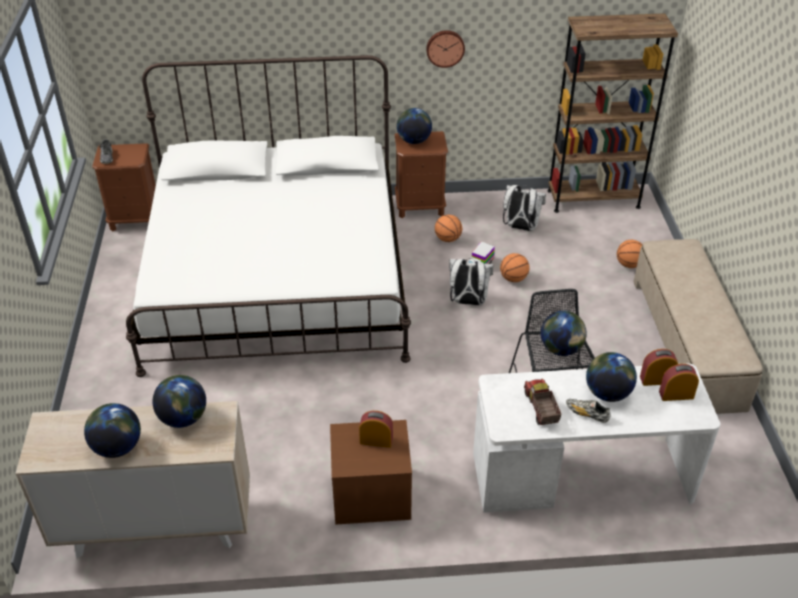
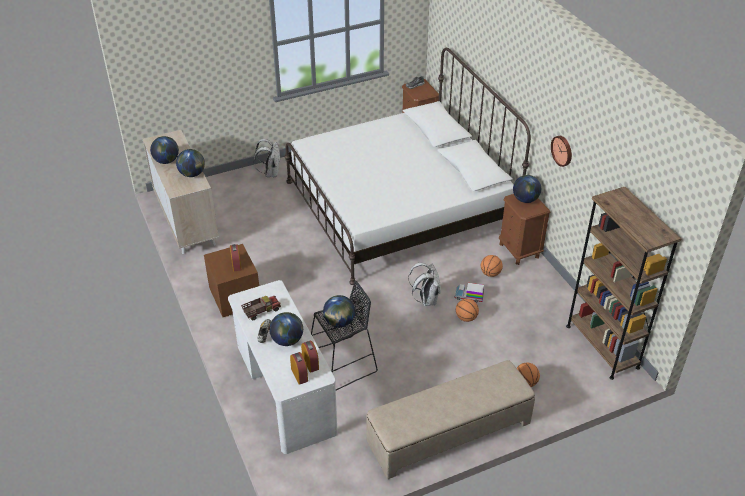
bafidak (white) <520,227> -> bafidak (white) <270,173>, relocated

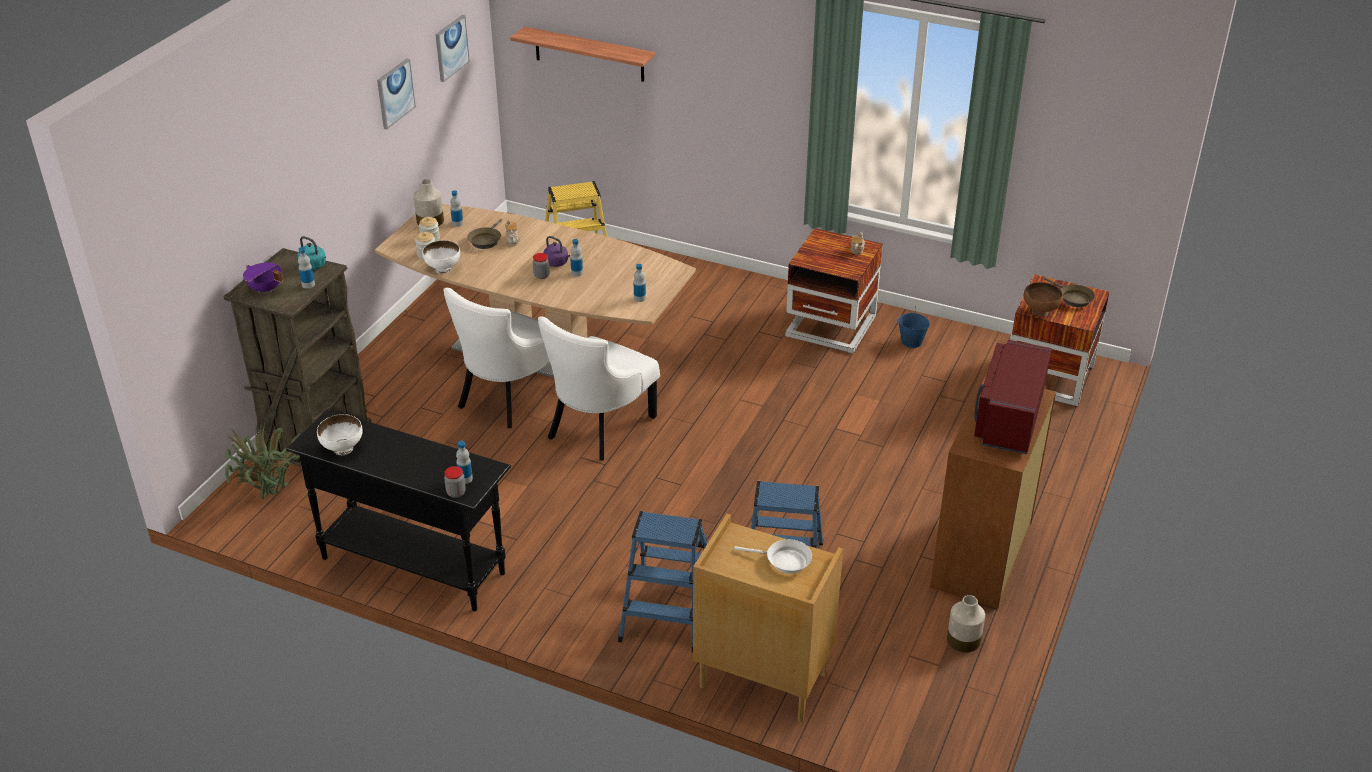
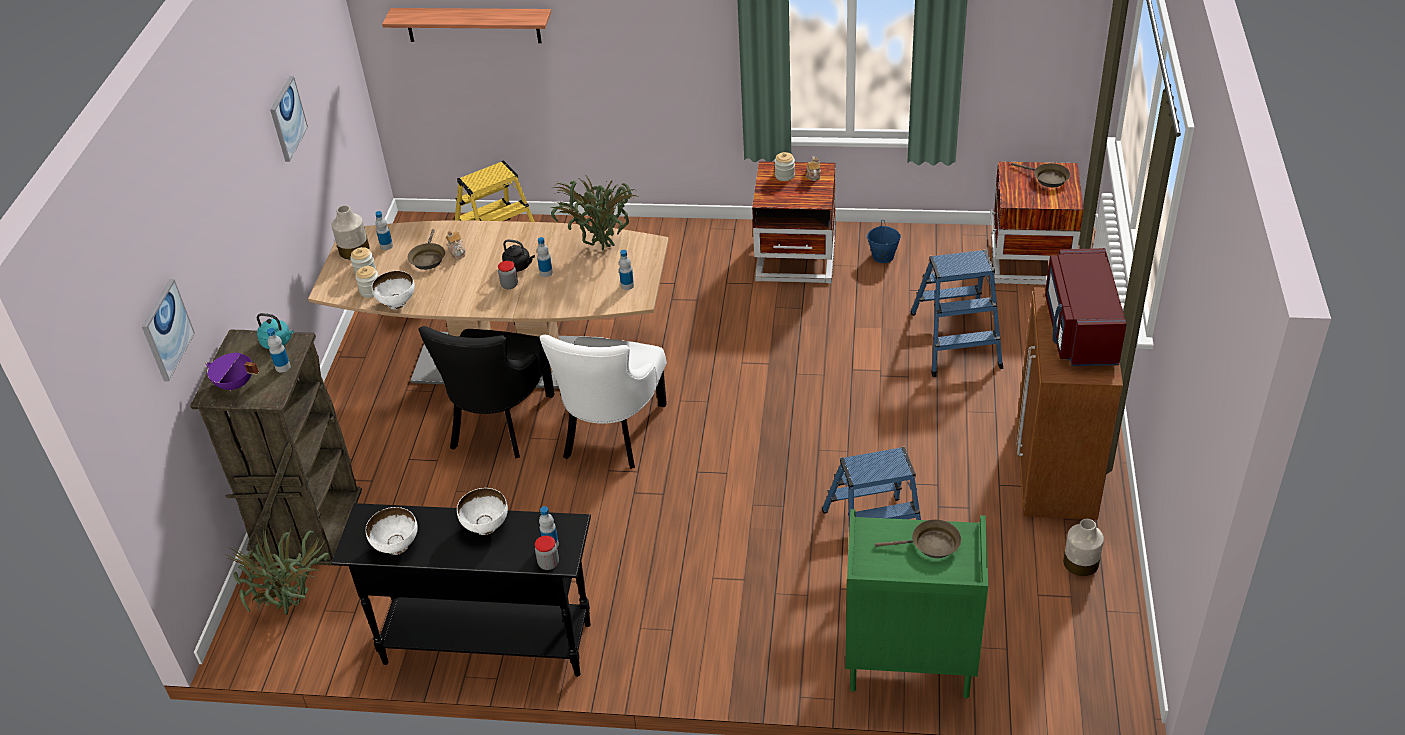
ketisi <451,48> -> ketisi <166,330>, relocated
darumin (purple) <557,263> -> darumin (black) <519,266>
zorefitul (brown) <1040,311> -> none
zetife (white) <510,395> -> zetife (black) <500,420>
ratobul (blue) <668,607> -> ratobul (blue) <955,339>, relocated
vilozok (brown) <762,679> -> vilozok (green) <908,664>
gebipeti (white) <784,561> -> gebipeti (brown) <931,545>
none -> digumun <784,175>
none -> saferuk <600,247>
none -> zorefitul (white) <486,527>

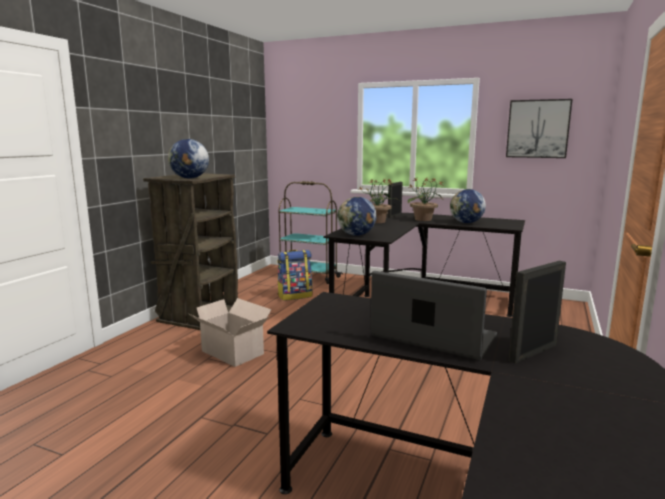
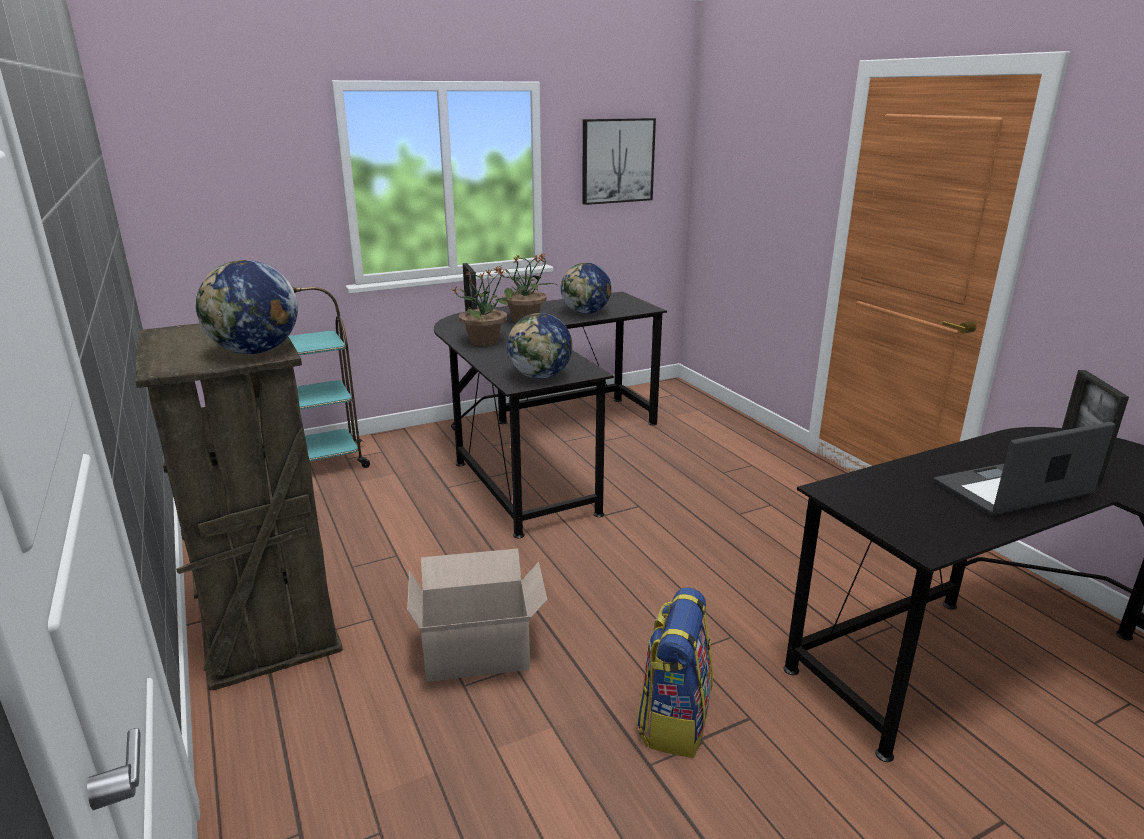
bafidak <295,296> -> bafidak <673,719>, relocated

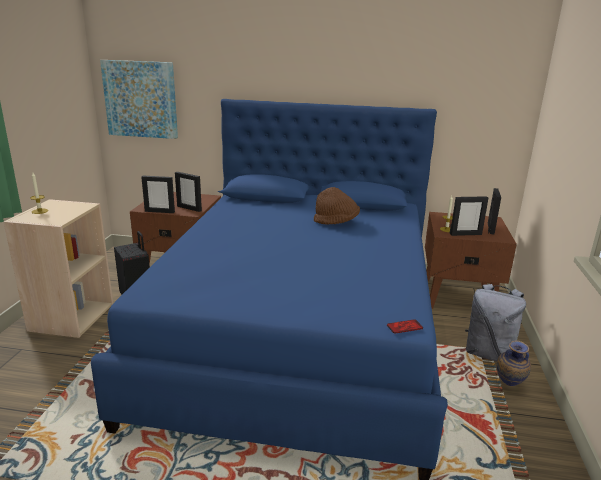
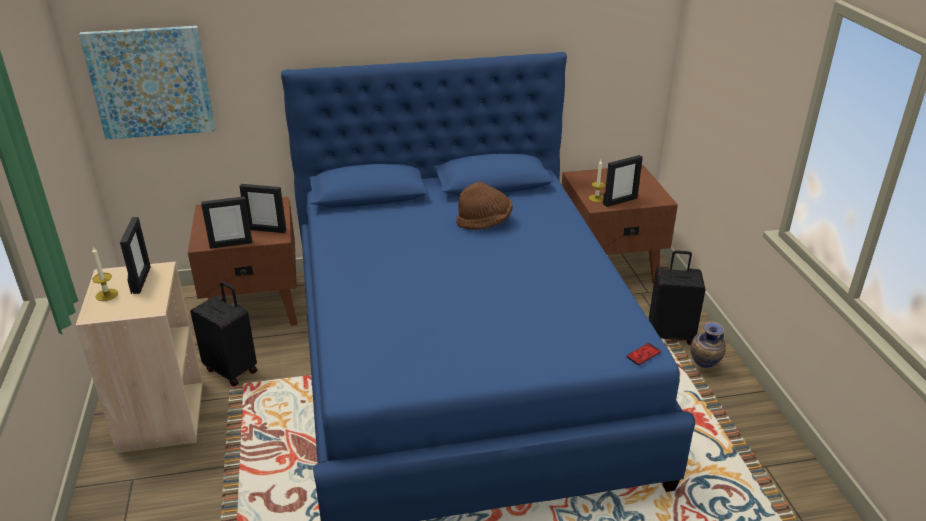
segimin <490,228> -> segimin <141,280>, relocated
bafidak (grey) <489,354> -> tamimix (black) <671,335>

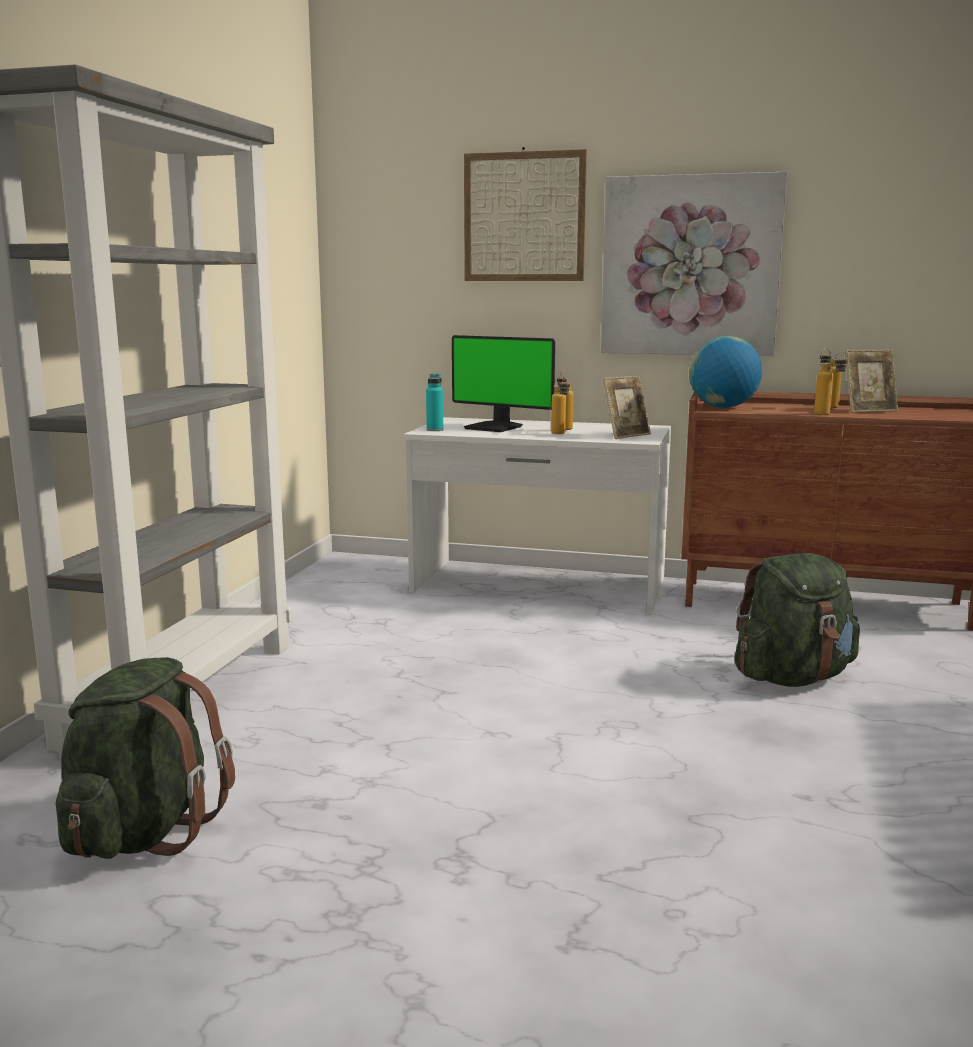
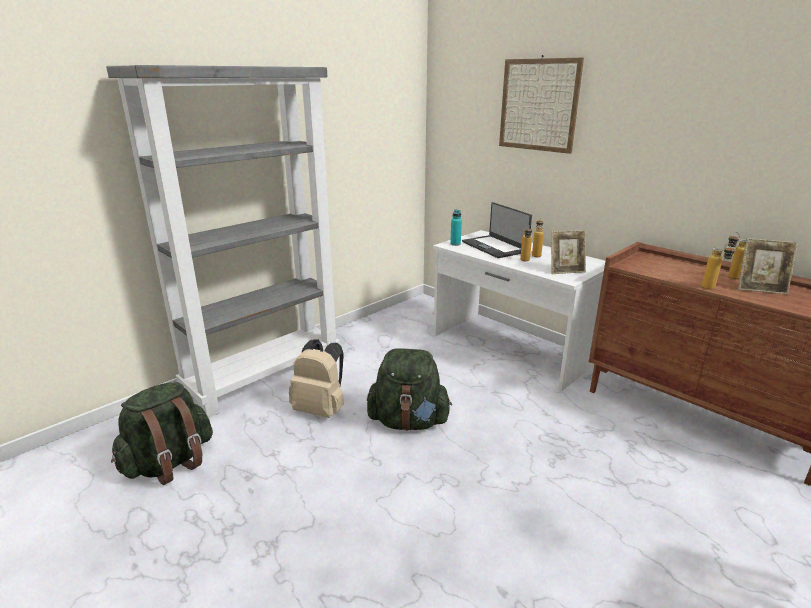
ketisi <690,266> -> none
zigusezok <495,427> -> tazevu <494,247>
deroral <722,407> -> none
bafidak (green) <793,678> -> bafidak (green) <408,421>, relocated
none -> bafidak (beige) <321,409>

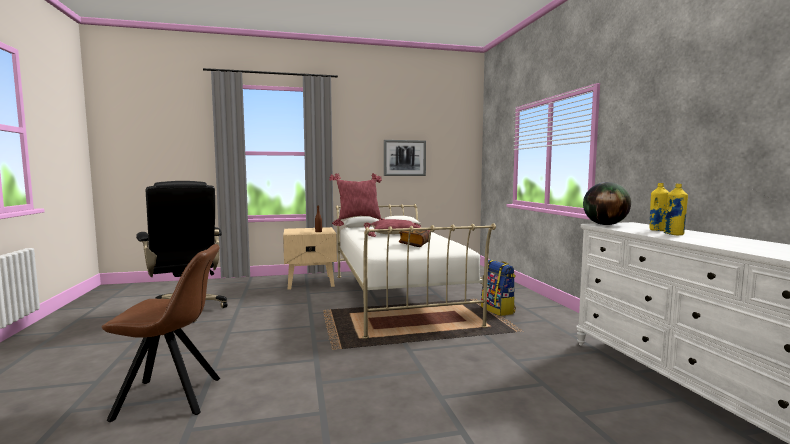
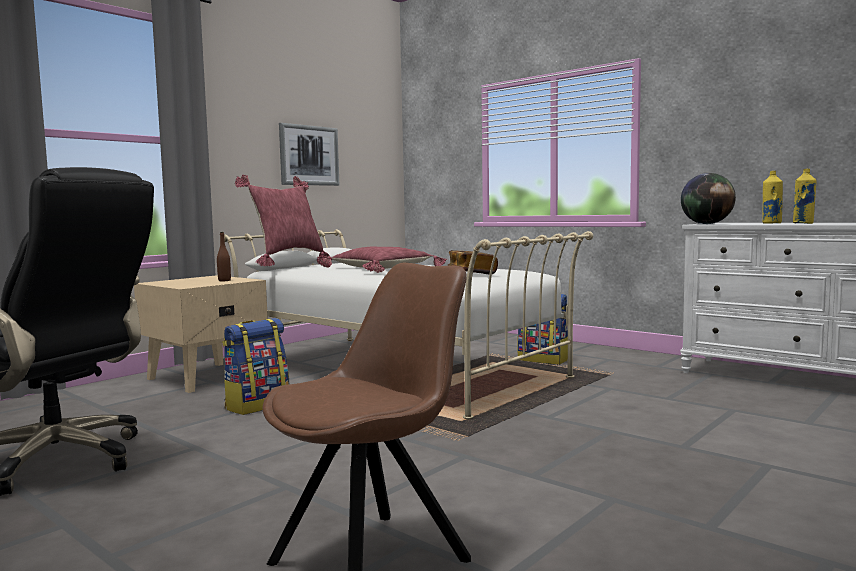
none -> bafidak <257,405>

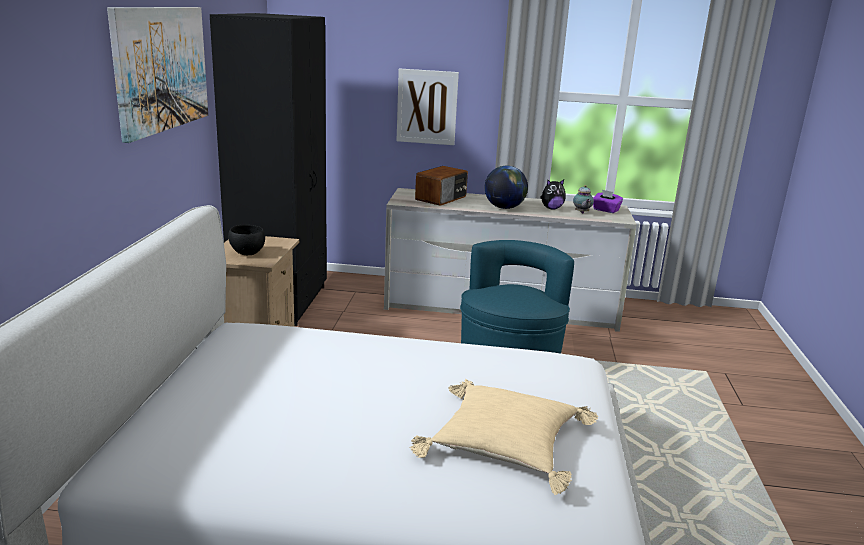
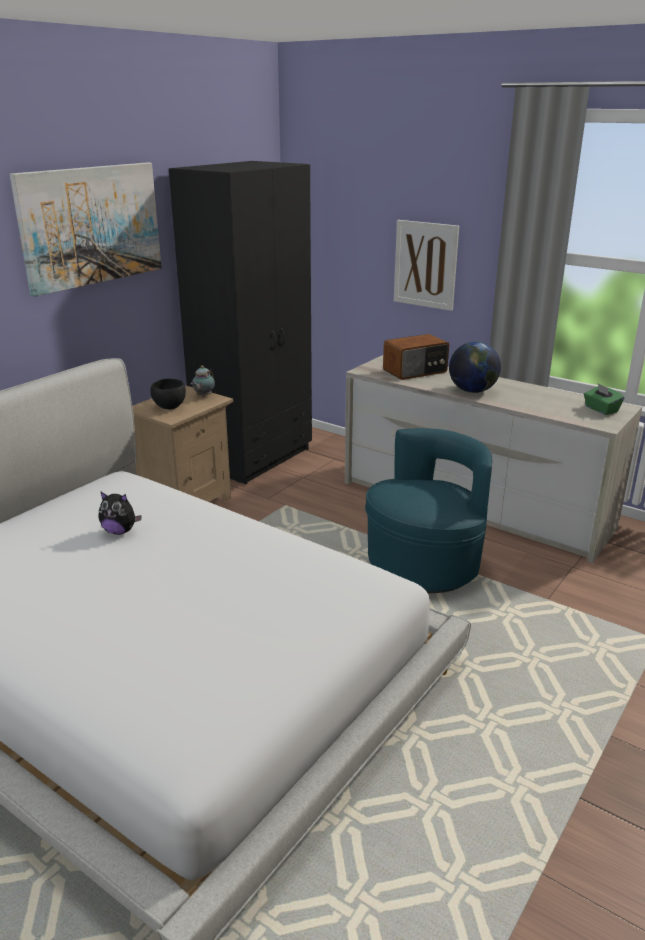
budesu <551,208> -> budesu <120,531>, relocated
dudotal <581,213> -> dudotal <203,396>, relocated
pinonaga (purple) <605,210> -> pinonaga (green) <601,409>
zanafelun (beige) <506,439> -> none

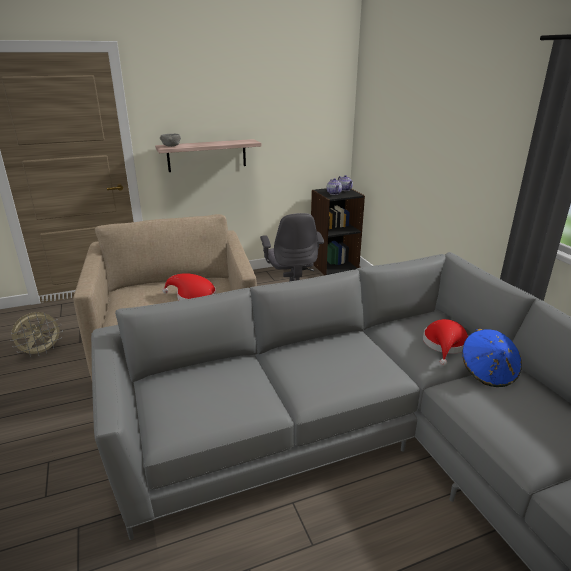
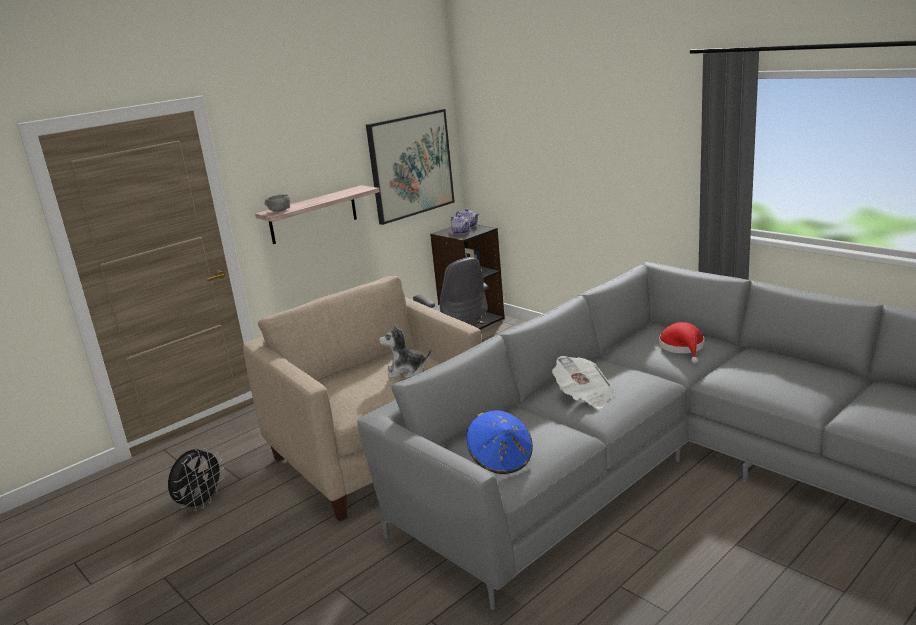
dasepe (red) <193,297> -> budesu <406,371>
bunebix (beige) <41,352> -> bunebix (black) <201,503>
dasepe (blue) <488,372> -> dasepe (blue) <501,460>, relocated
none -> ketisi <411,165>
none -> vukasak <584,396>

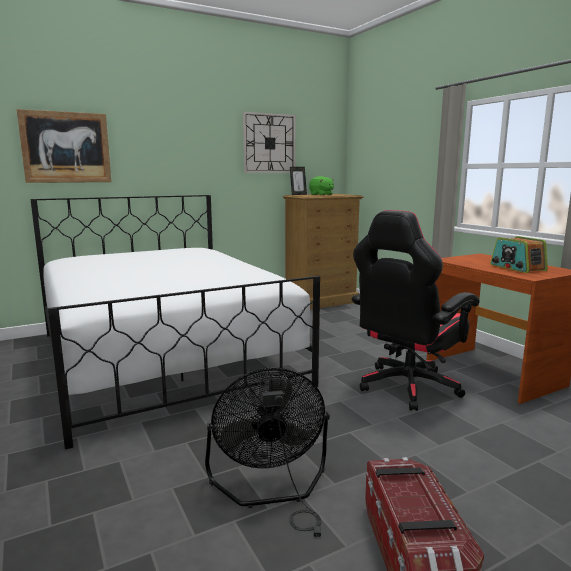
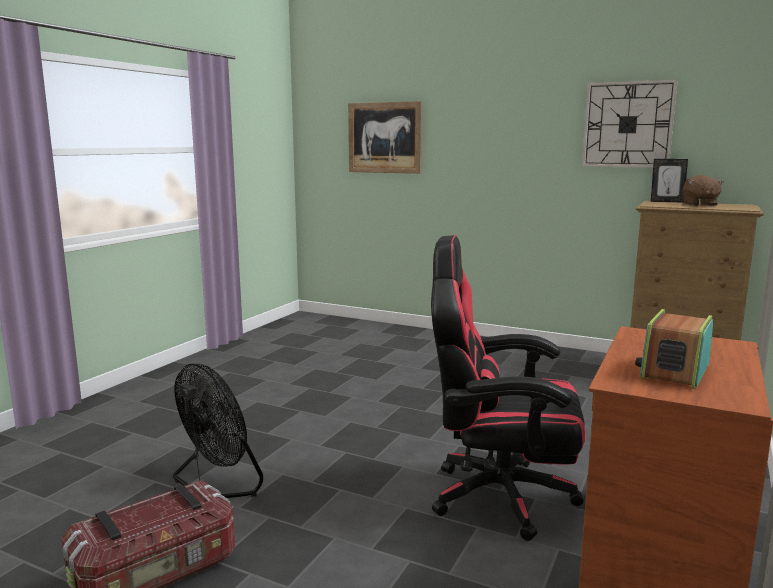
budesu (green) <321,194> -> budesu (brown) <699,204>
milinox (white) <164,357> -> none

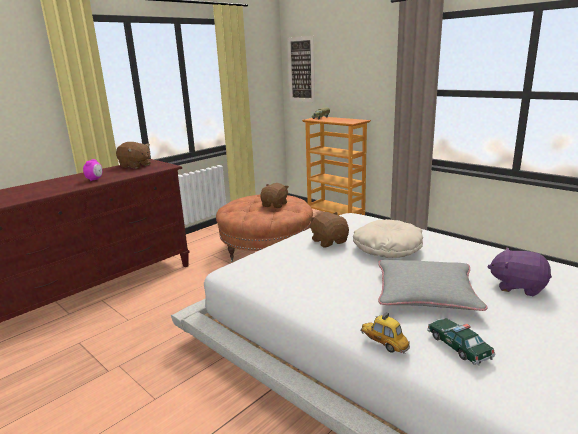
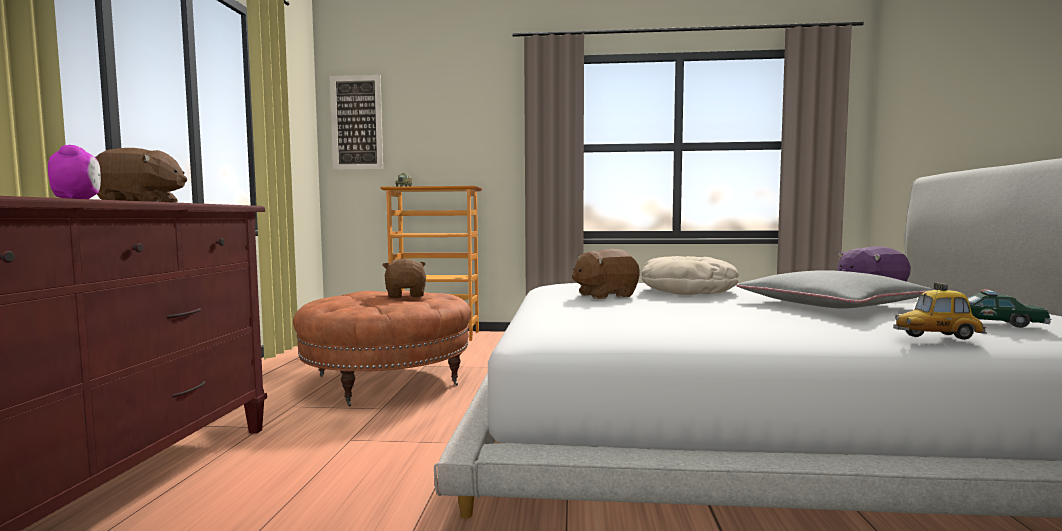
budesu (brown) <329,241> -> budesu (brown) <605,295>, 45 degrees counterclockwise

